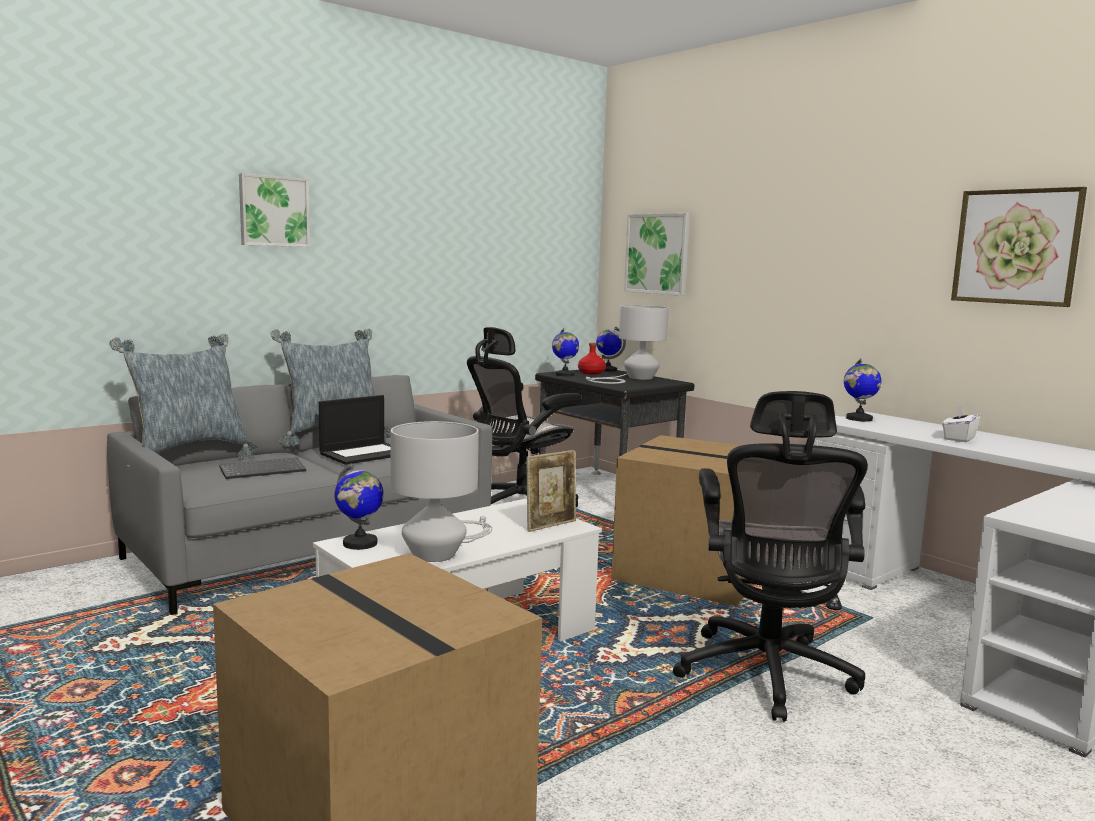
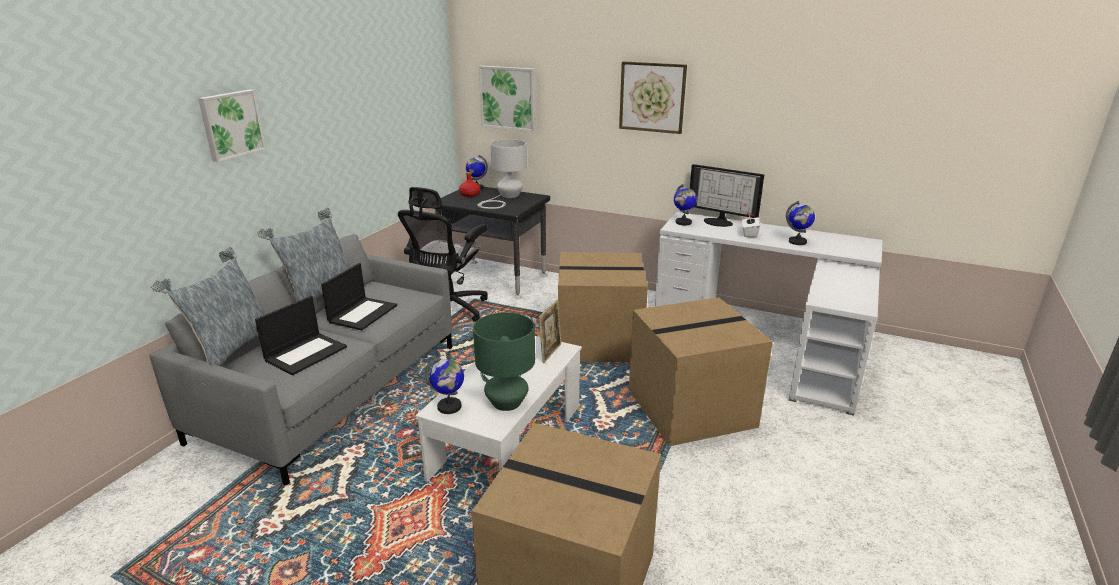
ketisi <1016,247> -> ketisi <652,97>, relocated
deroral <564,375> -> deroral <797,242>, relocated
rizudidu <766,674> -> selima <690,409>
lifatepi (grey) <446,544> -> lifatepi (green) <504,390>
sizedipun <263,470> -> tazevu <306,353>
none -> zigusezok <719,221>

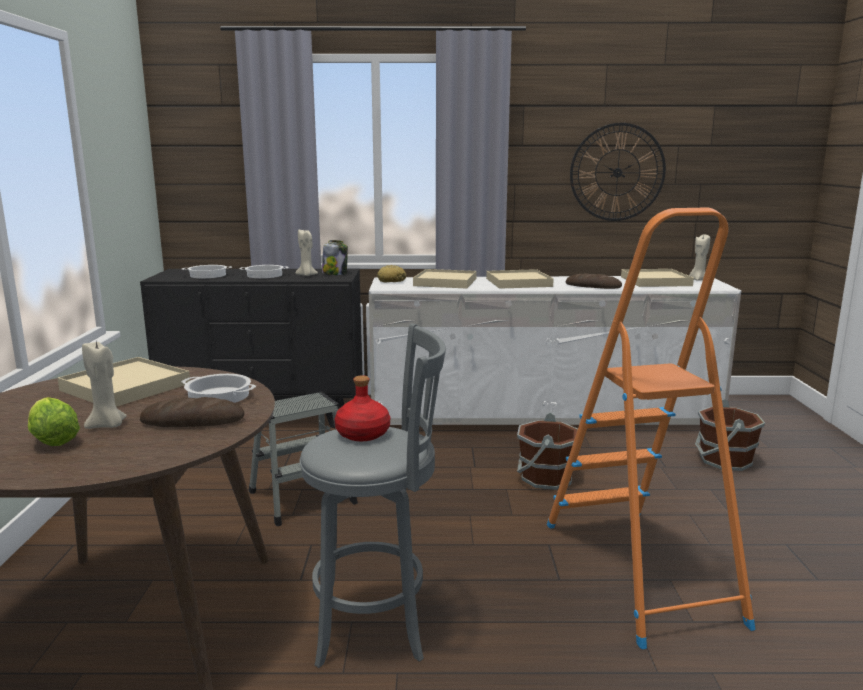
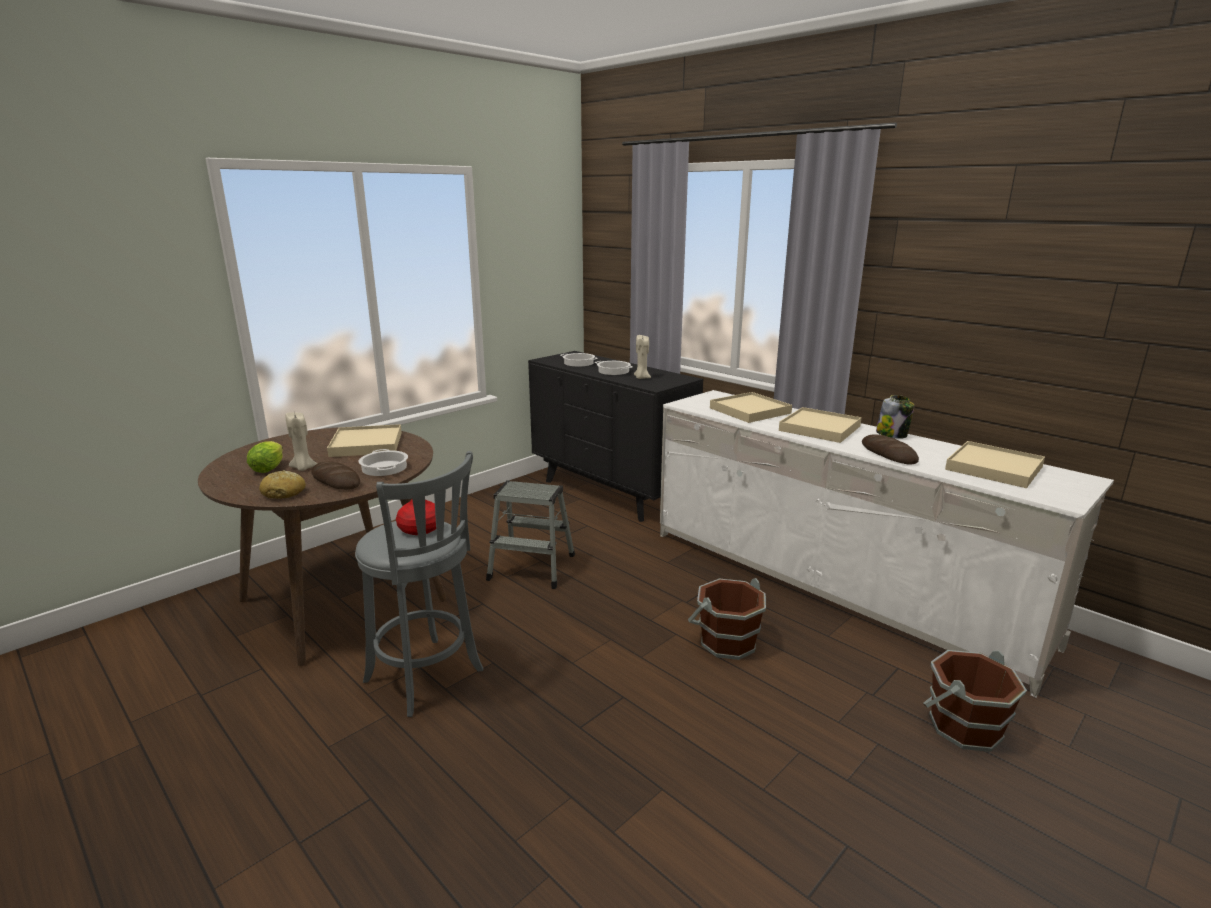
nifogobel <617,172> -> none
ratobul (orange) <637,569> -> none
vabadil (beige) <697,280> -> none
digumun <335,273> -> digumun <892,434>, relocated
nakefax <391,281> -> nakefax <284,493>, relocated

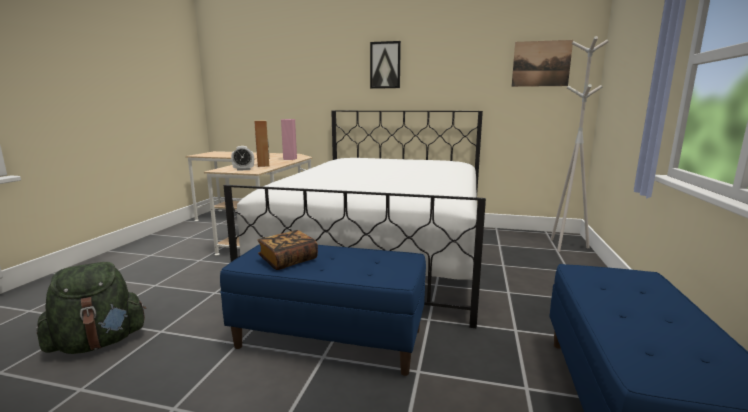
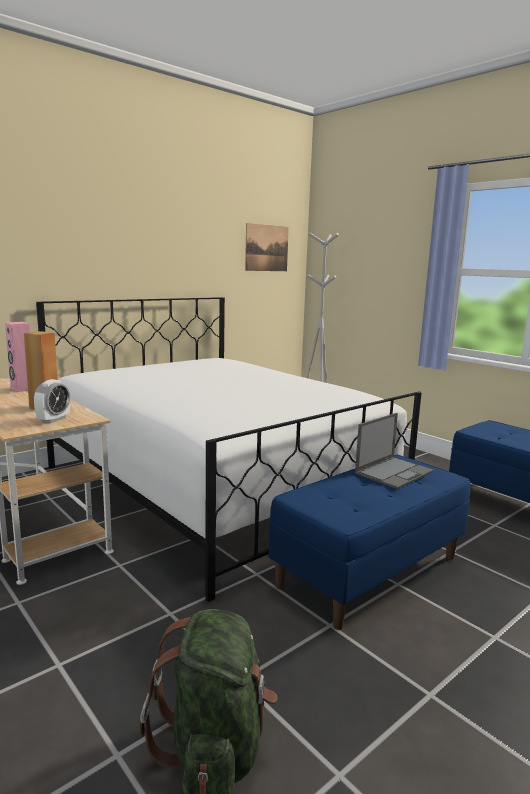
ketisi <385,65> -> none
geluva <288,260> -> none
none -> tazevu <394,472>

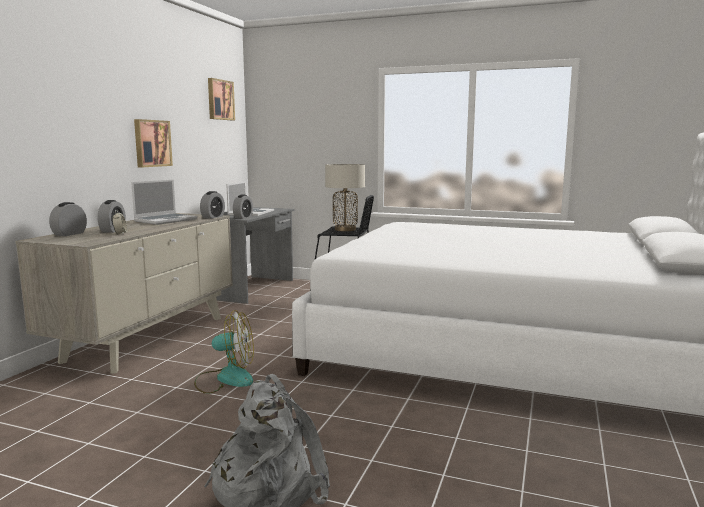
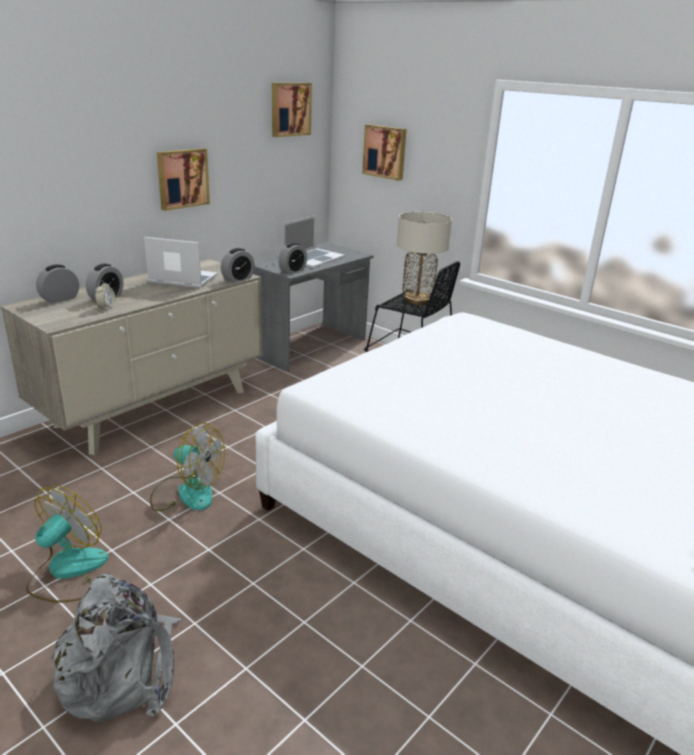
tazevu <166,220> -> tazevu <182,279>, 135 degrees counterclockwise
none -> ketisi <385,152>
none -> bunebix <67,571>

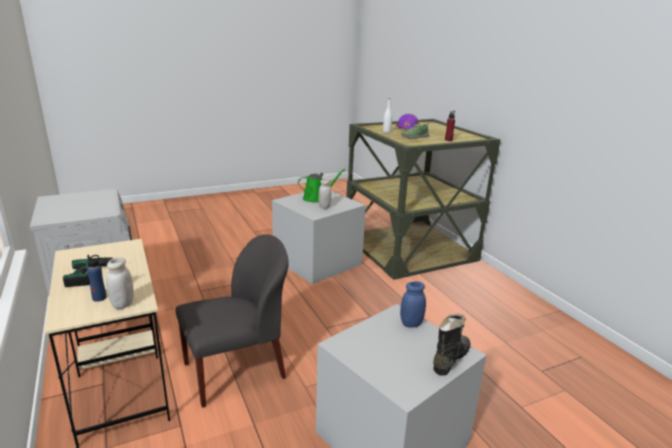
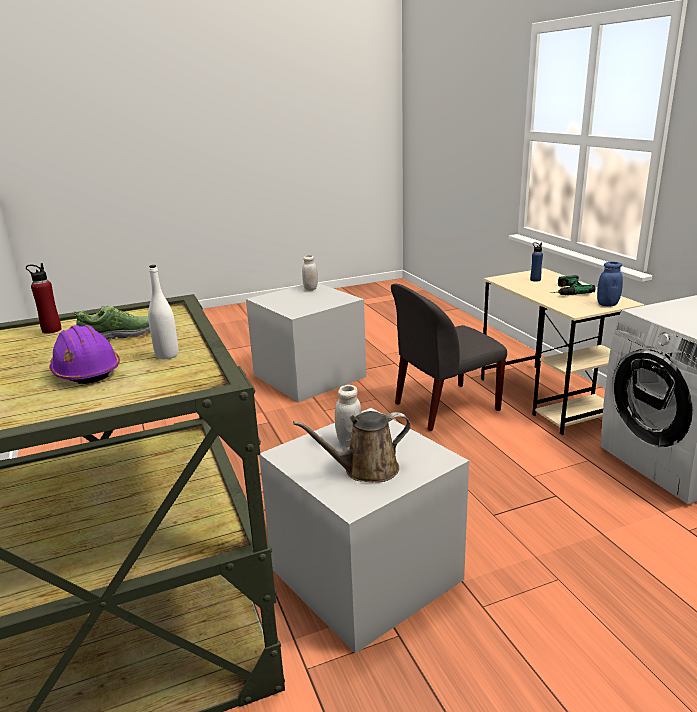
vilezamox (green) <316,198> -> vilezamox (brown) <366,470>
digumun (white) <122,304> -> digumun (white) <310,289>, relocated
digumun (blue) <411,323> -> digumun (blue) <607,304>, relocated
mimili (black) <450,359> -> none

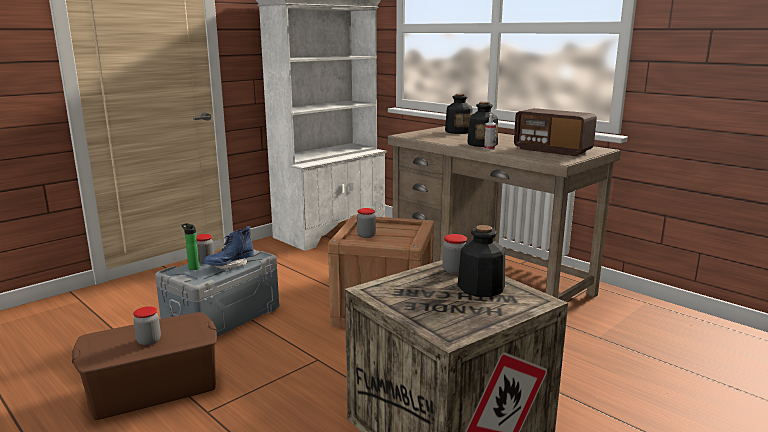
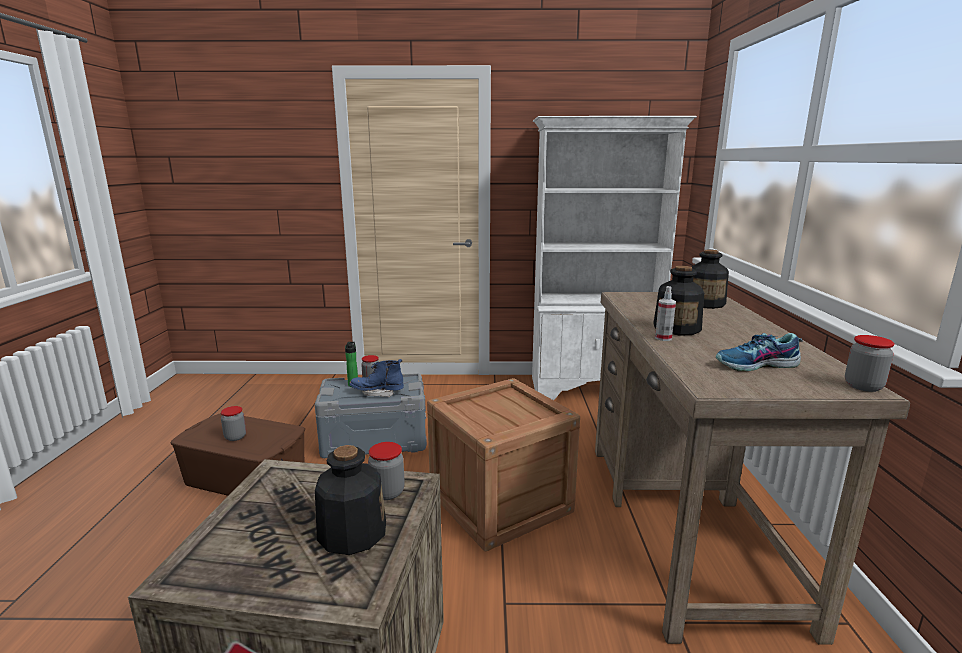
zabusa <552,150> -> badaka <756,365>
digumun <366,235> -> digumun <863,386>, relocated

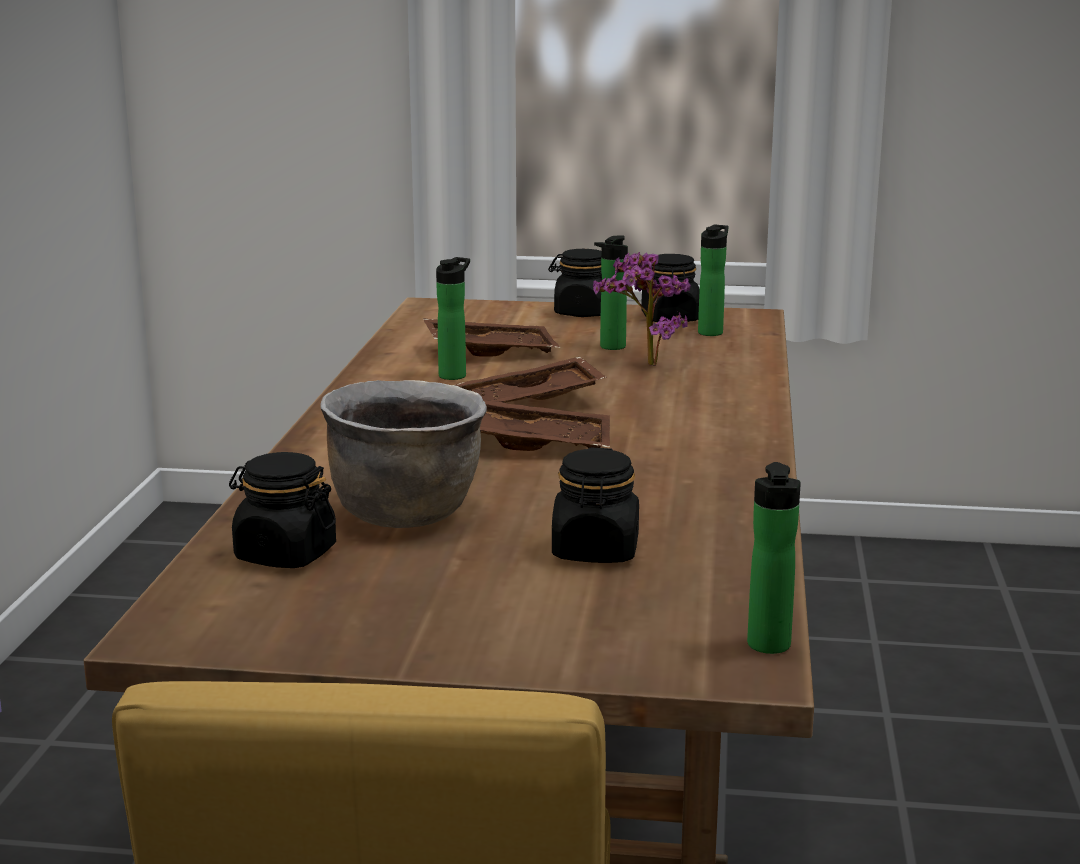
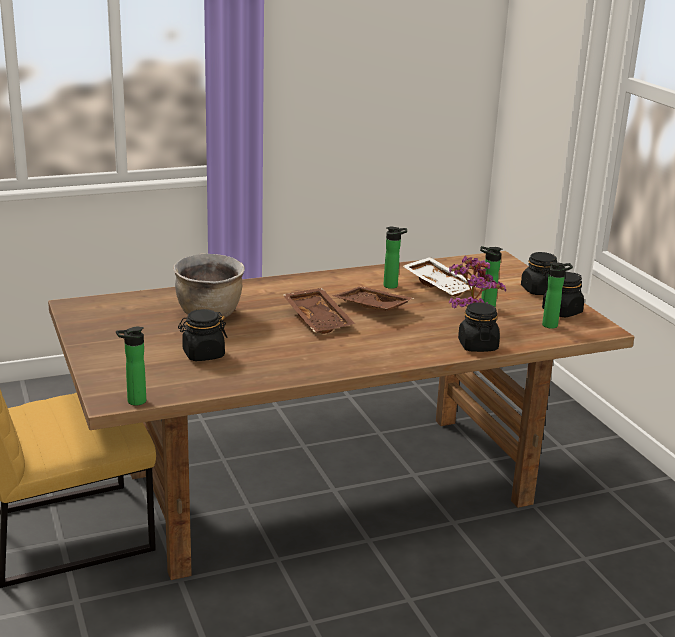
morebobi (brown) <490,351> -> morebobi (white) <440,285>
digumun (black) <285,555> -> digumun (black) <477,346>, relocated

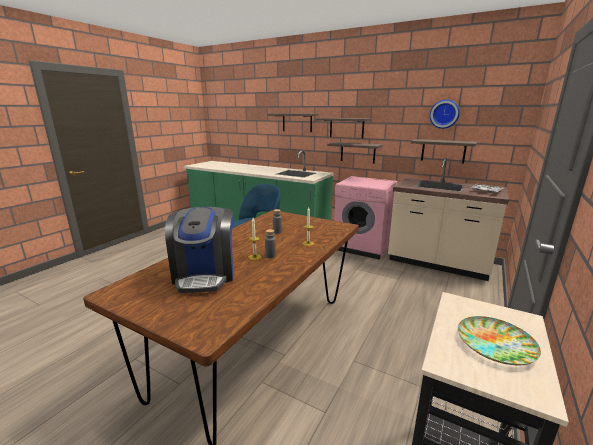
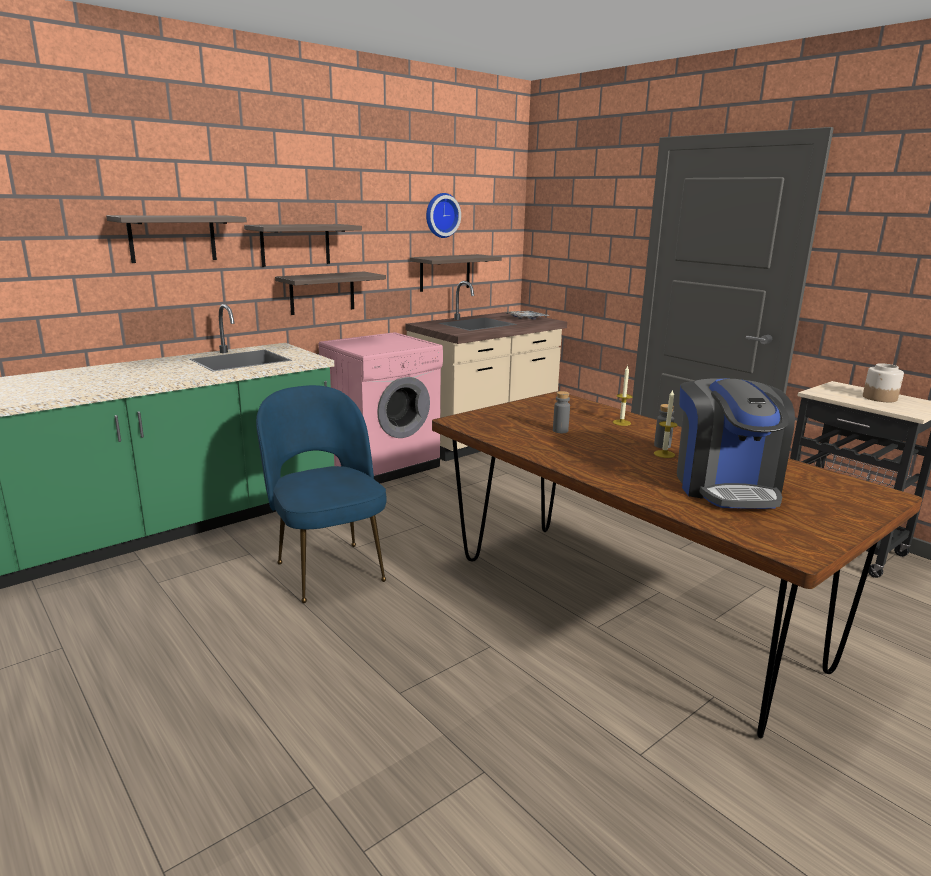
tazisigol <205,274> -> tazisigol <725,486>, 75 degrees clockwise
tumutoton <496,344> -> digumun <880,398>

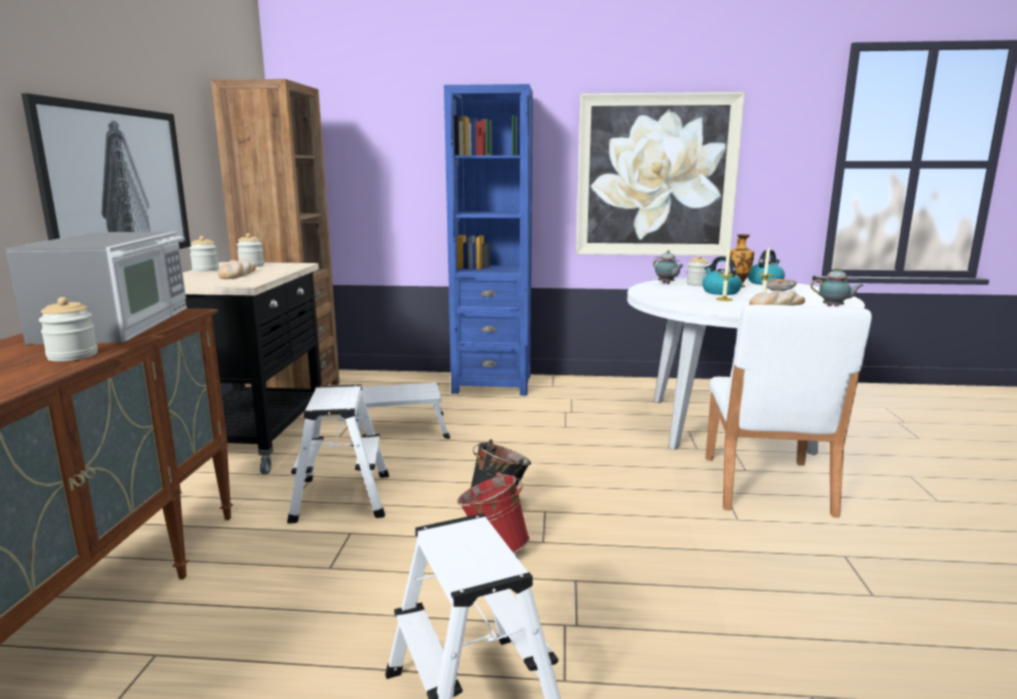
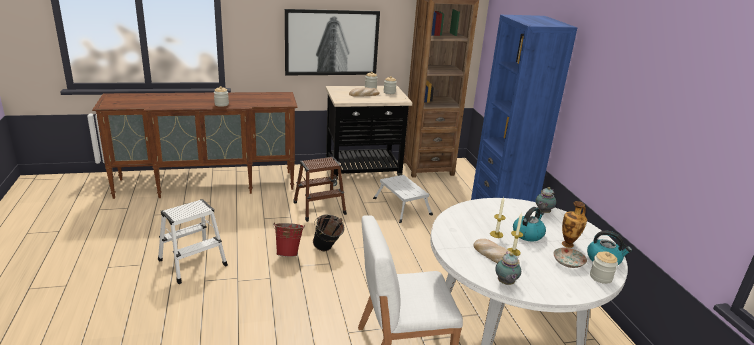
ketisi <656,176> -> none
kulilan <118,324> -> none
digumun <697,284> -> digumun <601,277>, relocated
ratobul (white) <341,497> -> ratobul (brown) <319,208>

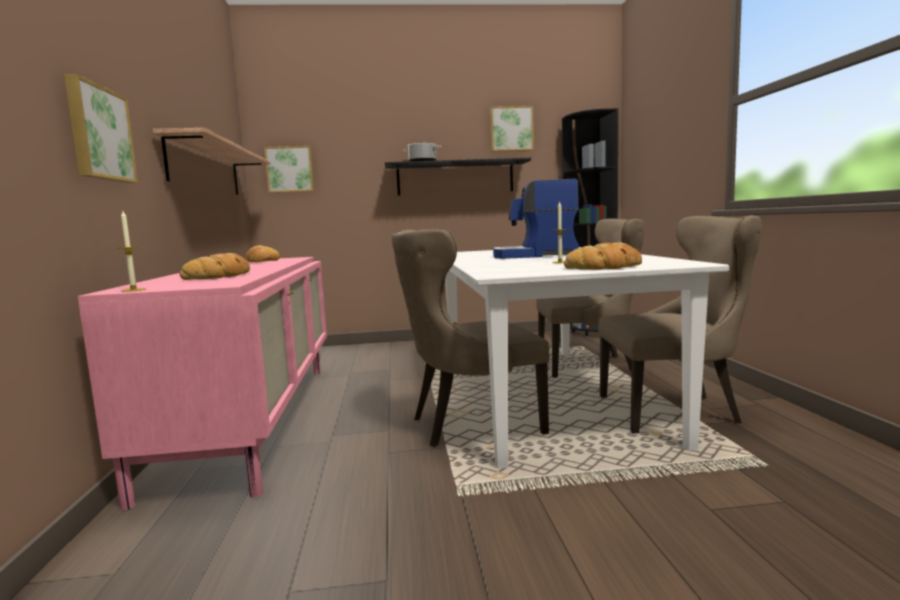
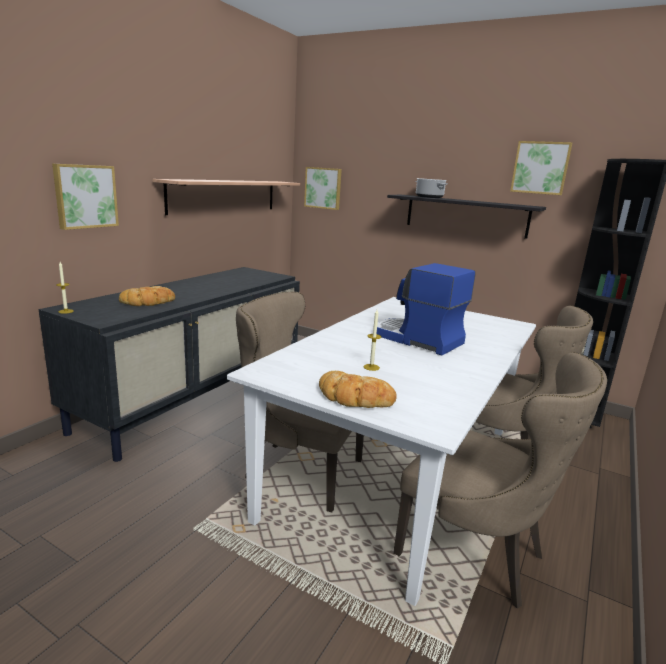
nakefax <263,261> -> none
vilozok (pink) <256,419> -> vilozok (black) <196,397>

